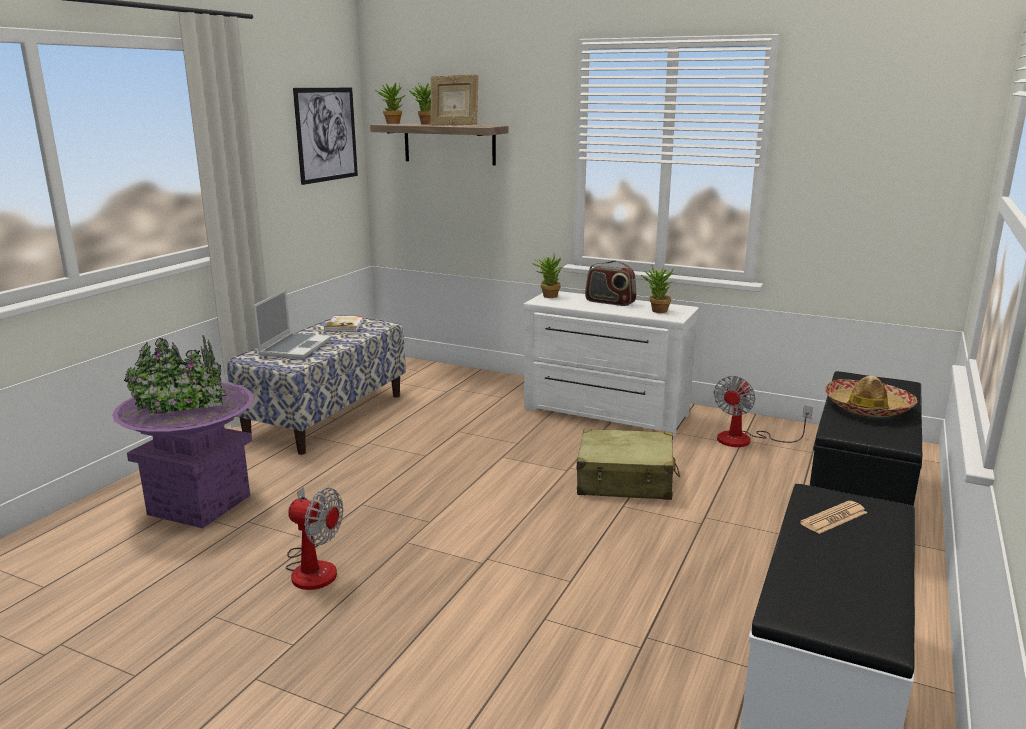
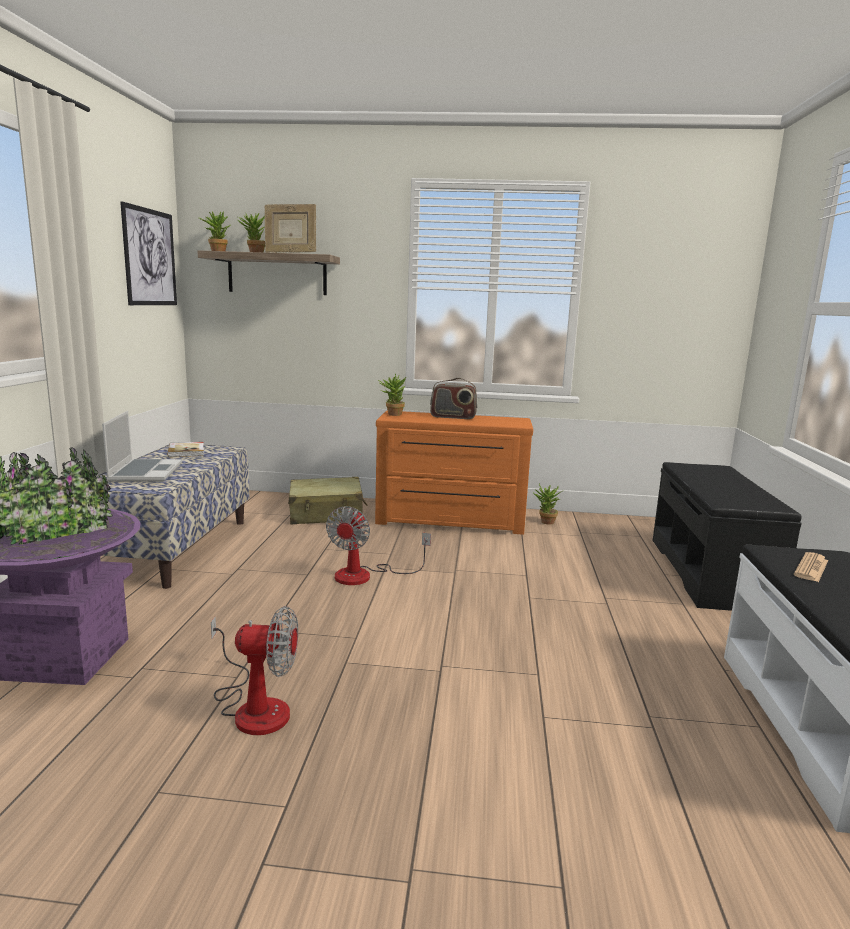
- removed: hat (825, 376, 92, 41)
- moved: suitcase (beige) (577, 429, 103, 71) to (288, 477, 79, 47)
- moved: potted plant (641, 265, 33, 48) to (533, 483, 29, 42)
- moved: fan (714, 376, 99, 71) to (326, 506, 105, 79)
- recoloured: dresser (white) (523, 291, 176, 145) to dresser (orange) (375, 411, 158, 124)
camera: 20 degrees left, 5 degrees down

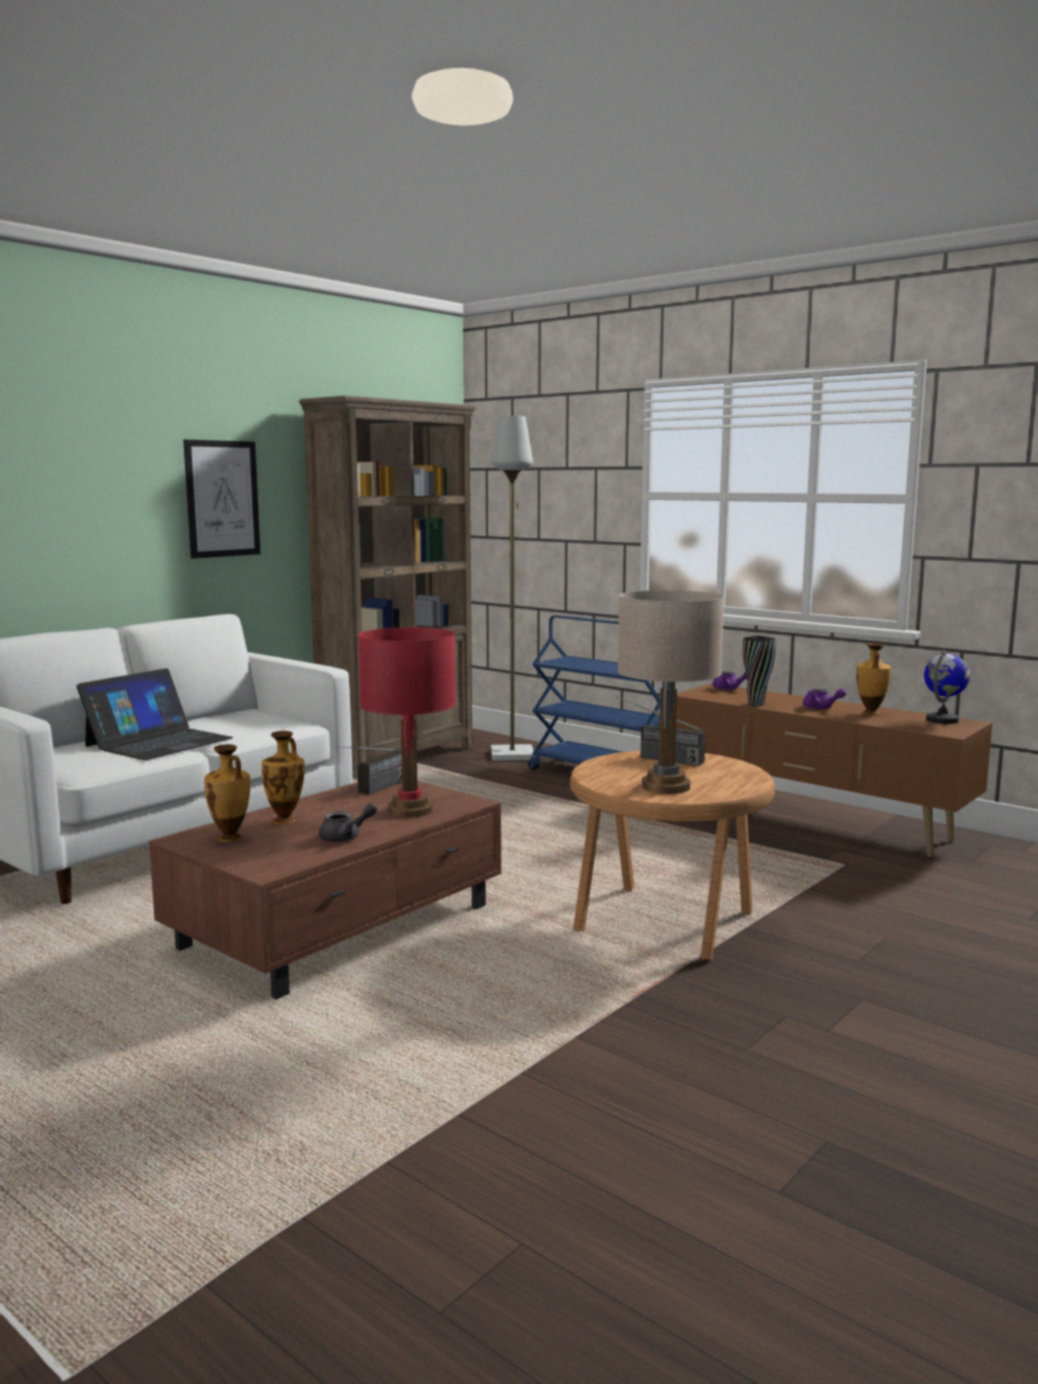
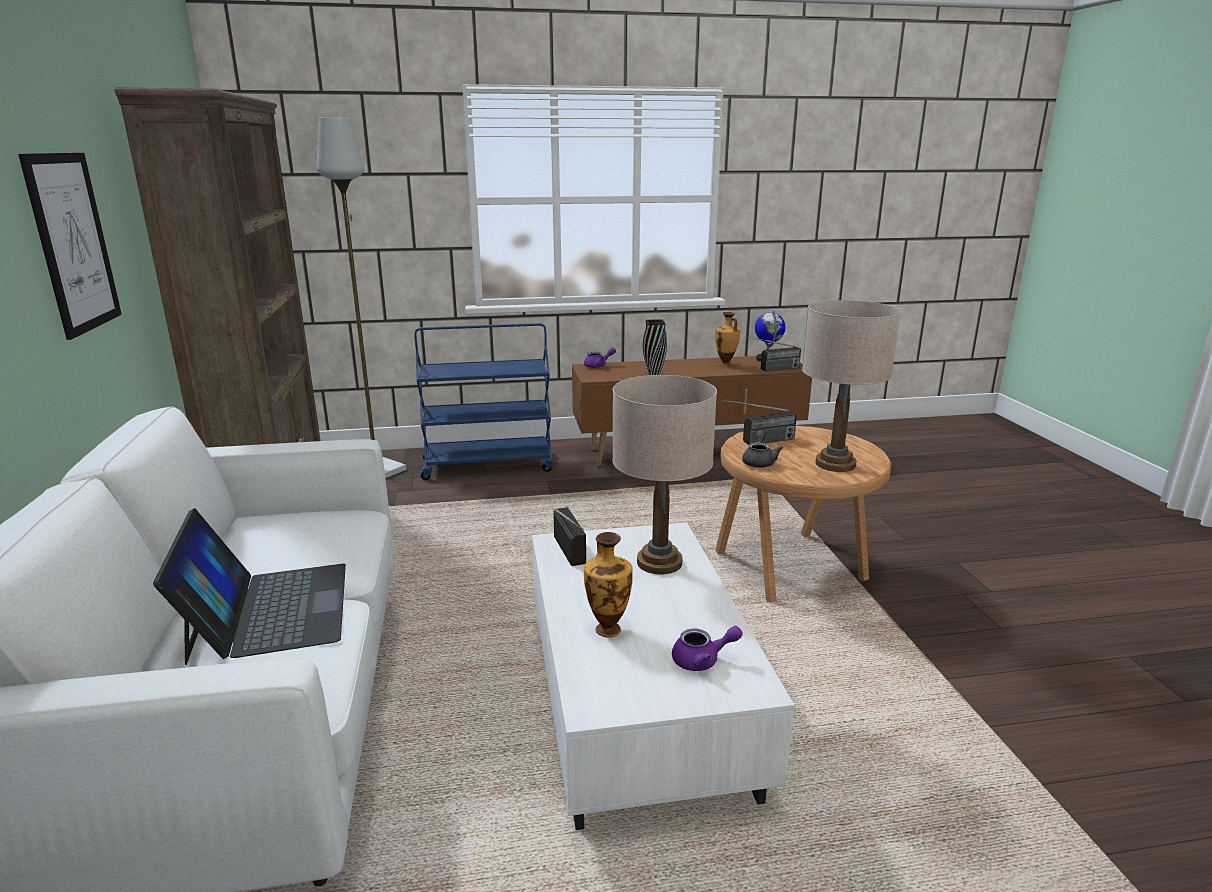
- removed: vase (204, 744, 46, 98)
- added: radio (744, 336, 57, 35)
- moved: teapot (grey) (319, 803, 58, 39) to (742, 430, 41, 38)
- moved: teapot (purple) (803, 688, 43, 21) to (672, 626, 71, 45)
- recoloured: coffee table (brown) (149, 781, 352, 219) to coffee table (white) (532, 522, 263, 308)
- recoloured: table lamp (red) (358, 627, 98, 190) to table lamp (beige) (612, 375, 105, 199)
camera: 50 degrees left, 10 degrees up

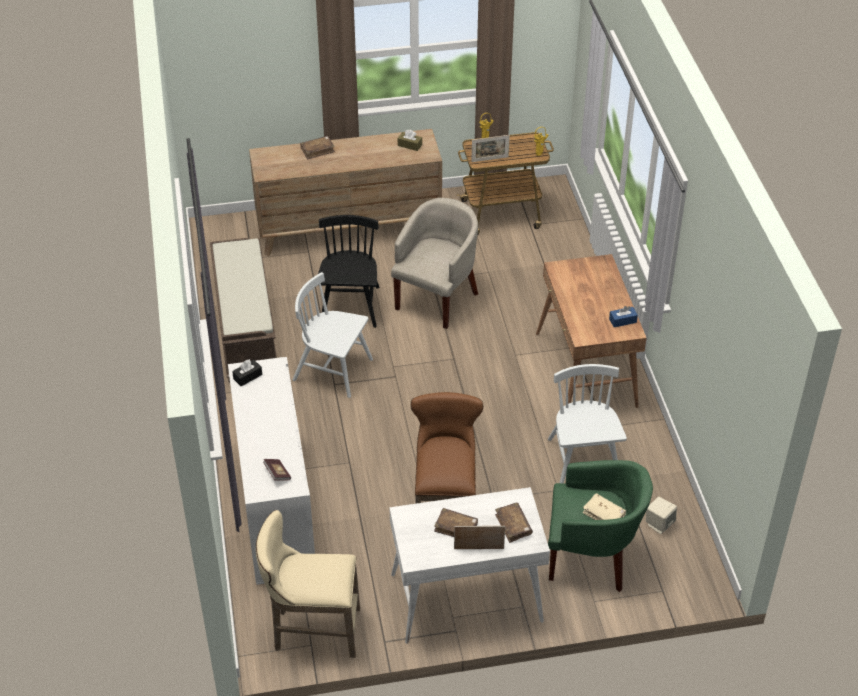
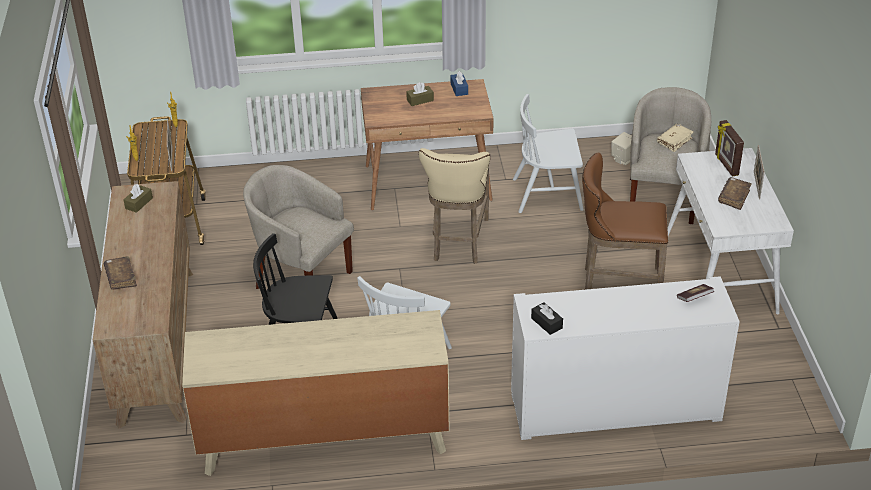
- added: tissue box (brown) (406, 82, 28, 24)
- moved: stool (beige) (256, 510, 104, 148) to (419, 148, 71, 116)
- replaced: bench (brown) (210, 238, 67, 144) to dresser (beige) (182, 310, 268, 166)
- replaced: book (brown) (495, 503, 38, 40) to picture frame (715, 120, 29, 57)
- recoloured: armchair (green) (548, 460, 105, 132) to armchair (beige) (630, 87, 81, 137)
camera: 85 degrees left, 5 degrees down

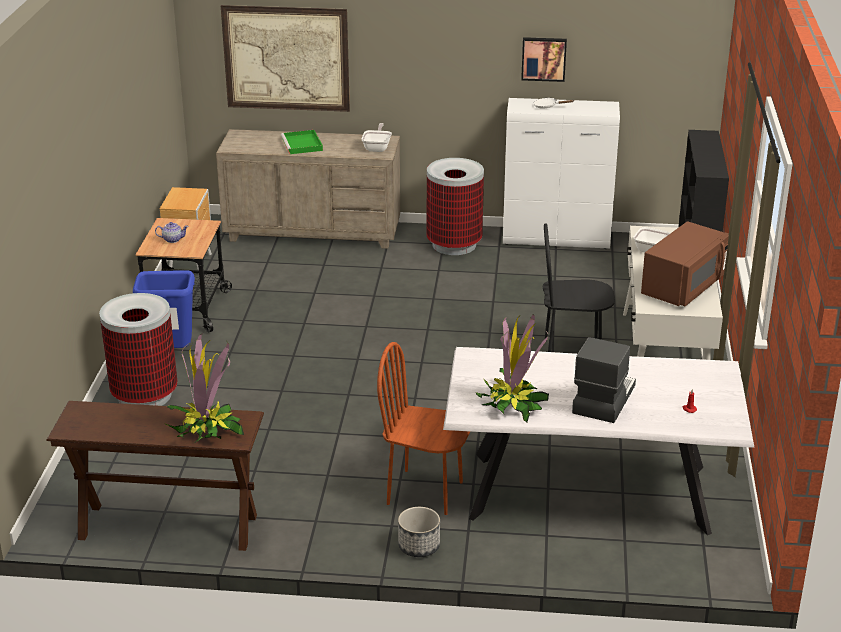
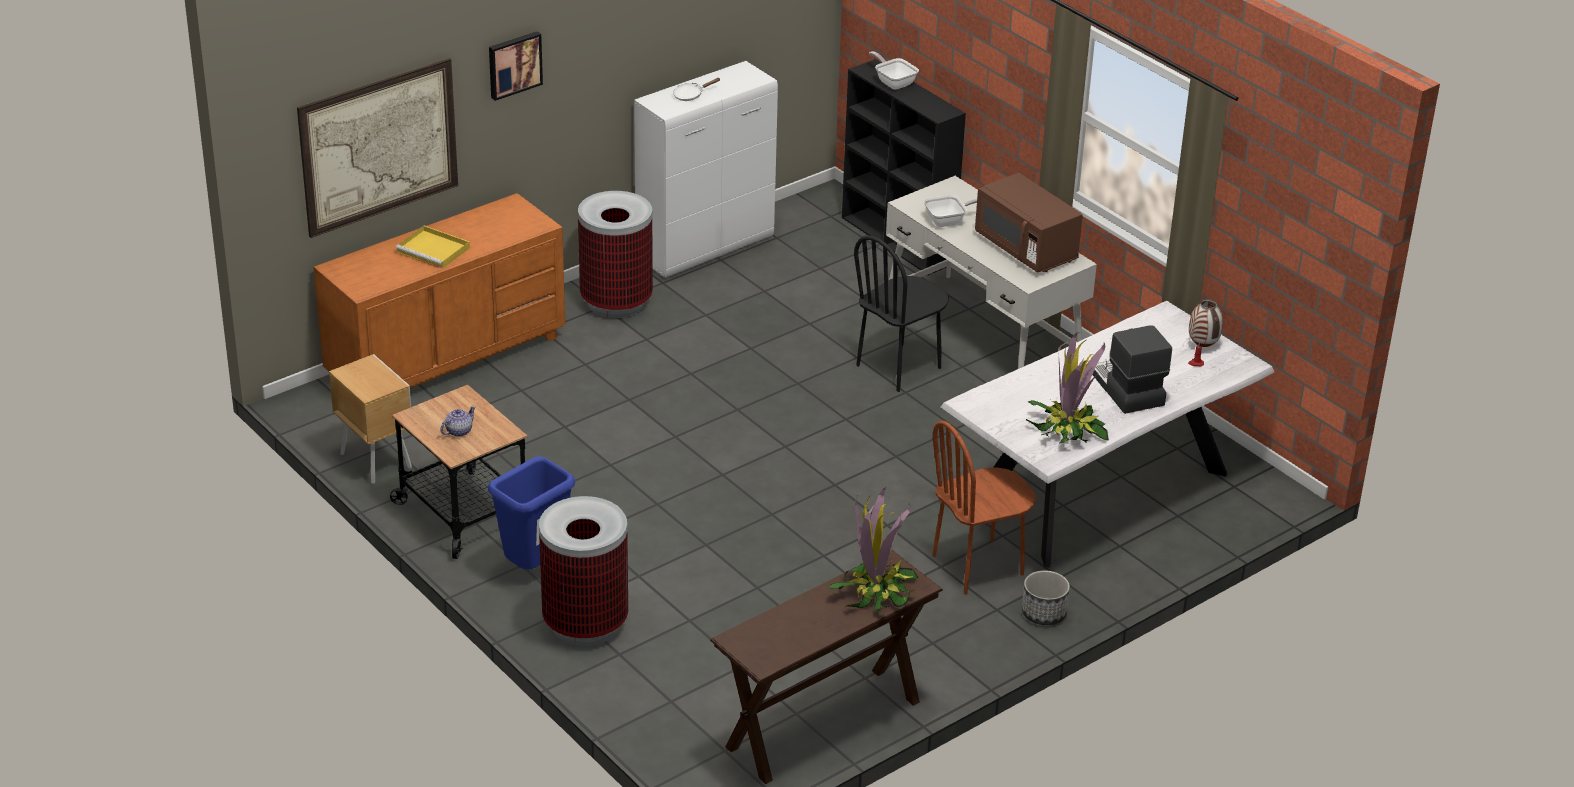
- added: vase (1189, 299, 34, 48)
- moved: frying pan (361, 123, 31, 29) to (869, 51, 50, 39)
- moved: picture (521, 37, 46, 45) to (489, 31, 54, 70)
- recoloured: dresser (beige) (216, 129, 184, 120) to dresser (orange) (313, 193, 252, 195)
- recoloured: tray (green) (281, 130, 42, 24) to tray (yellow) (396, 225, 74, 44)
- turned: microwave (brown) (641, 221, 88, 85) = (975, 173, 108, 100) 150 degrees clockwise
camera: 45 degrees left, 5 degrees up

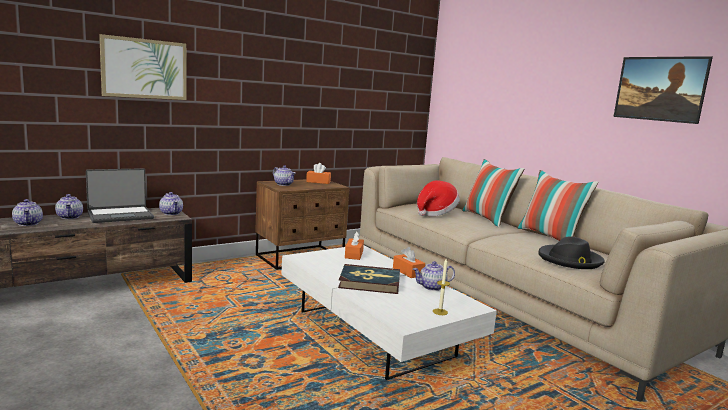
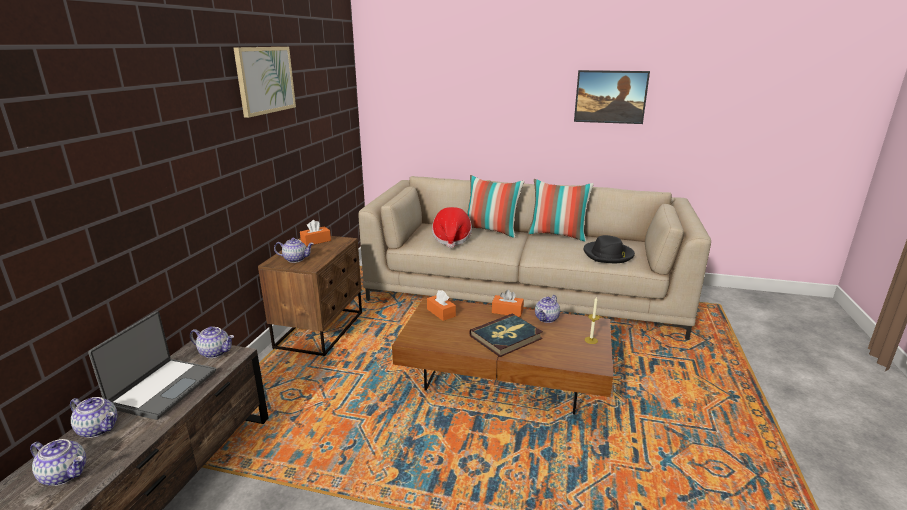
- moved: picture (99, 34, 88, 66) to (234, 47, 62, 71)
- recoloured: coffee table (white) (281, 246, 216, 134) to coffee table (brown) (392, 297, 221, 117)
camera: 40 degrees left, 10 degrees up

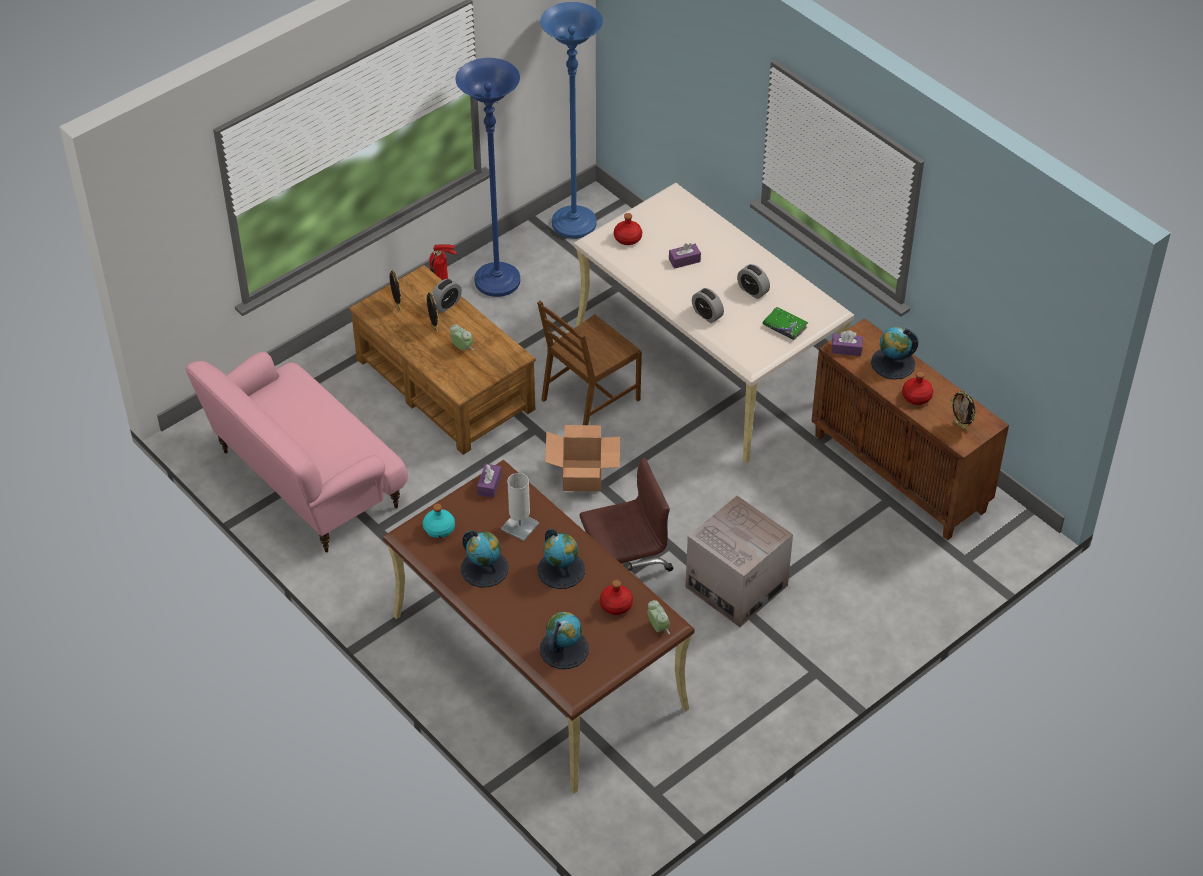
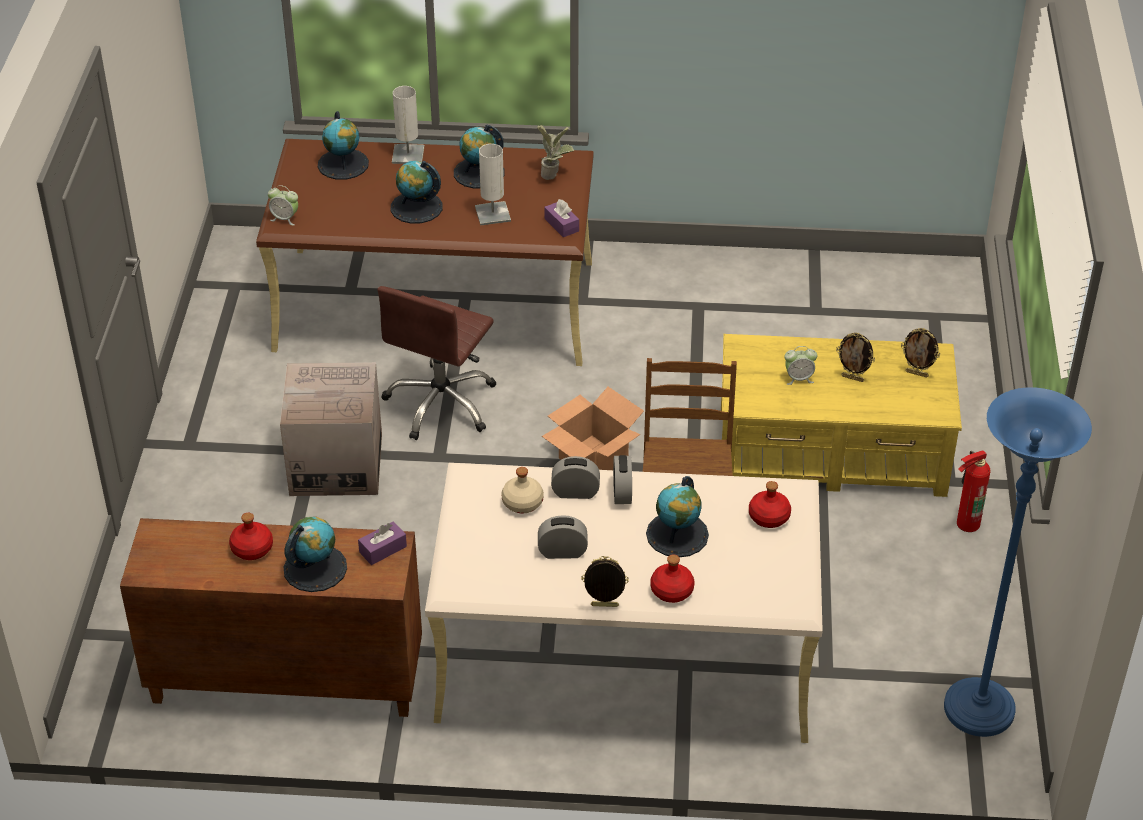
- removed: sofa (pink) (186, 352, 222, 200)
- removed: floor lamp (blue) (456, 58, 64, 239)
- removed: book (green) (762, 307, 46, 33)
- added: table lamp (white) (392, 86, 32, 78)
- added: bottle (beige) (501, 467, 43, 46)
- moved: alarm clock (432, 279, 30, 34) to (613, 455, 19, 49)
- moved: bottle (red) (600, 580, 33, 35) to (650, 554, 44, 49)
- moved: picture frame (950, 391, 26, 41) to (581, 556, 48, 51)
- replaced: bottle (turquoise) (423, 504, 32, 34) to potted plant (537, 125, 37, 55)
- replaced: tissue box (purple) (669, 243, 32, 26) to globe (646, 476, 63, 81)
- recoloured: coffee table (brown) (349, 265, 187, 190) to coffee table (yellow) (721, 334, 241, 163)
camera: 135 degrees right, 5 degrees down

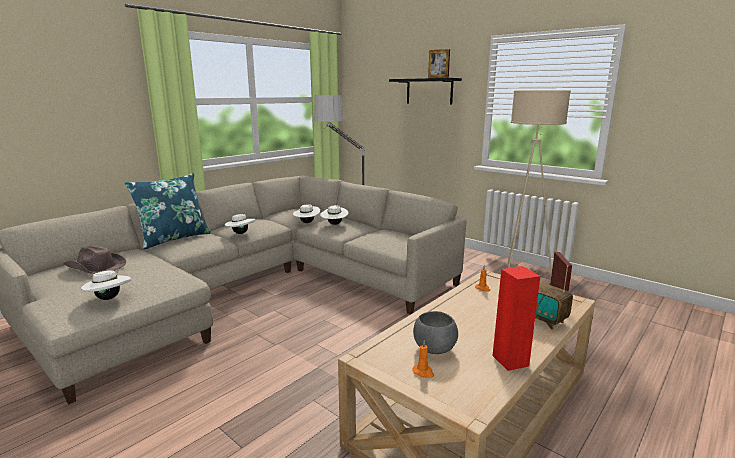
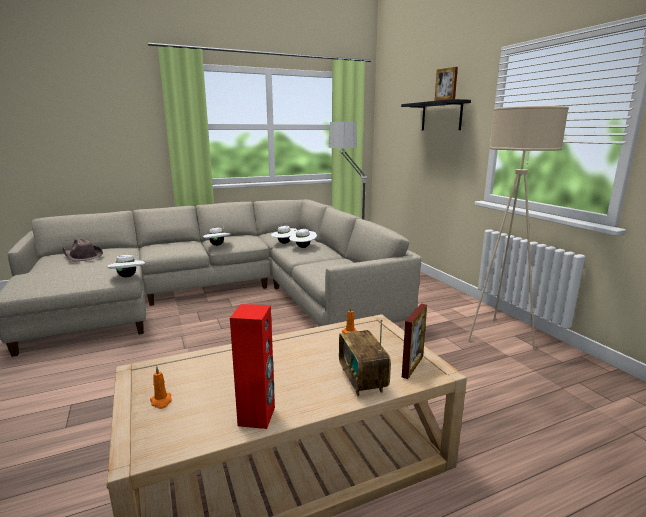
- removed: pillow (blue) (125, 173, 86, 77)
- removed: bowl (grey) (413, 311, 45, 43)
- moved: hat (white) (81, 267, 50, 33) to (107, 255, 38, 22)
camera: 25 degrees right, 0 degrees up

